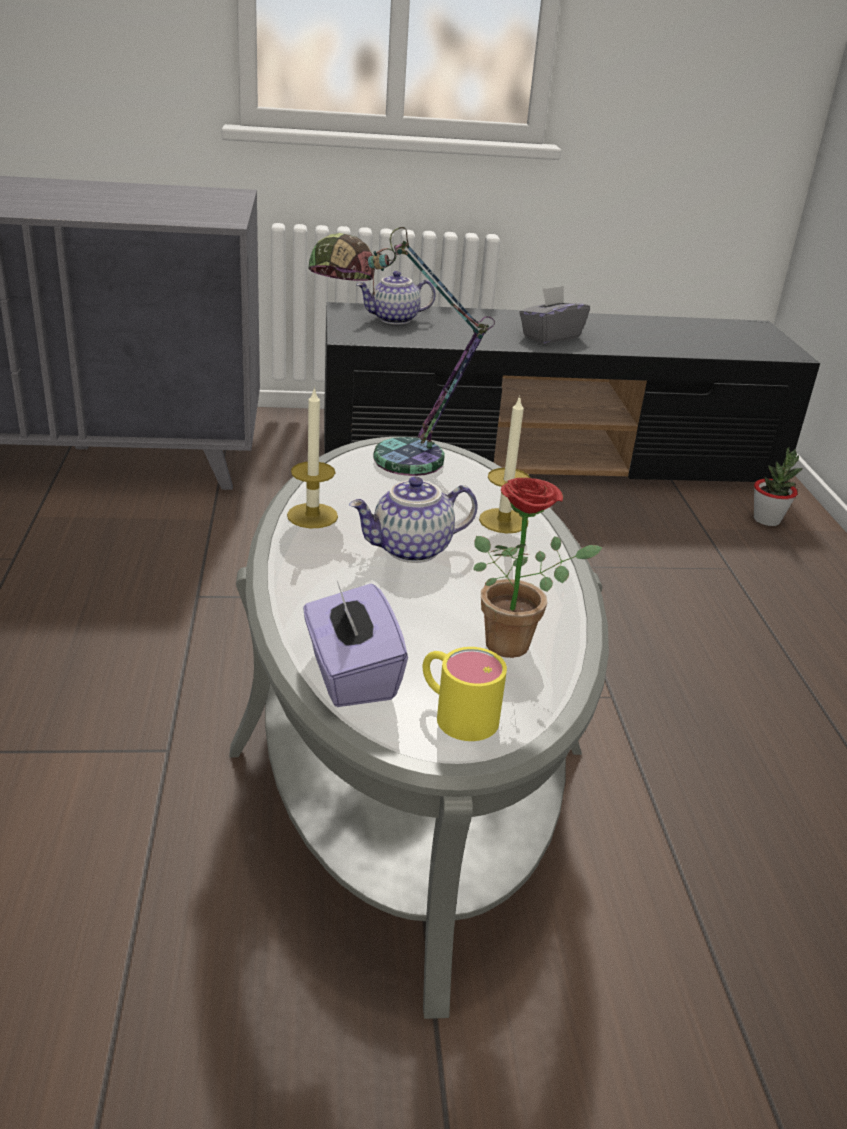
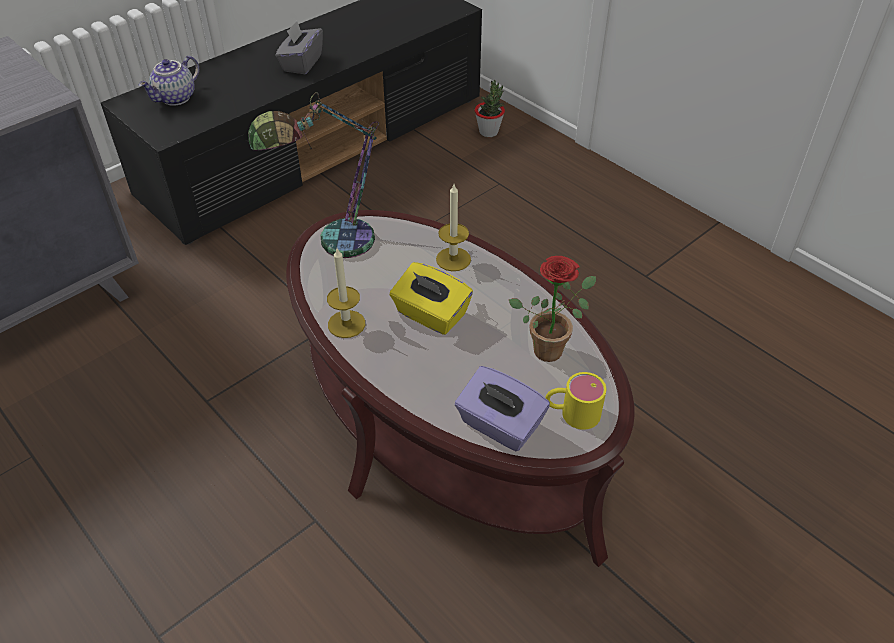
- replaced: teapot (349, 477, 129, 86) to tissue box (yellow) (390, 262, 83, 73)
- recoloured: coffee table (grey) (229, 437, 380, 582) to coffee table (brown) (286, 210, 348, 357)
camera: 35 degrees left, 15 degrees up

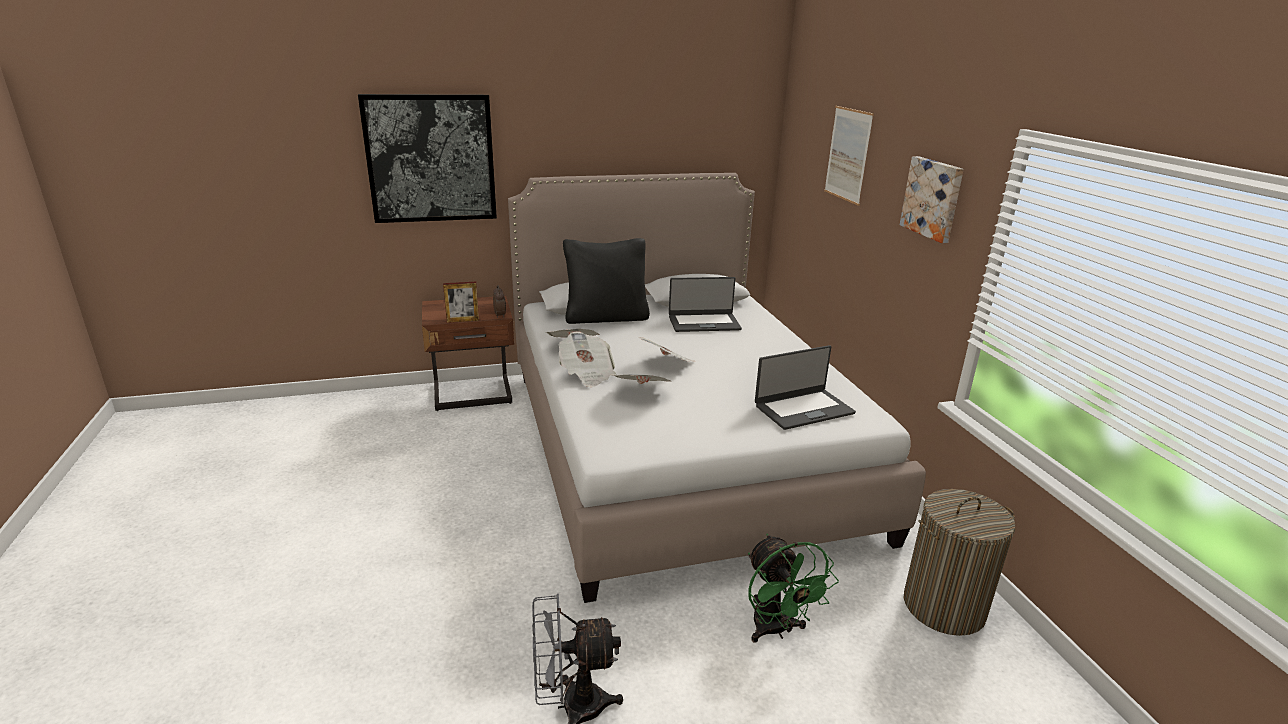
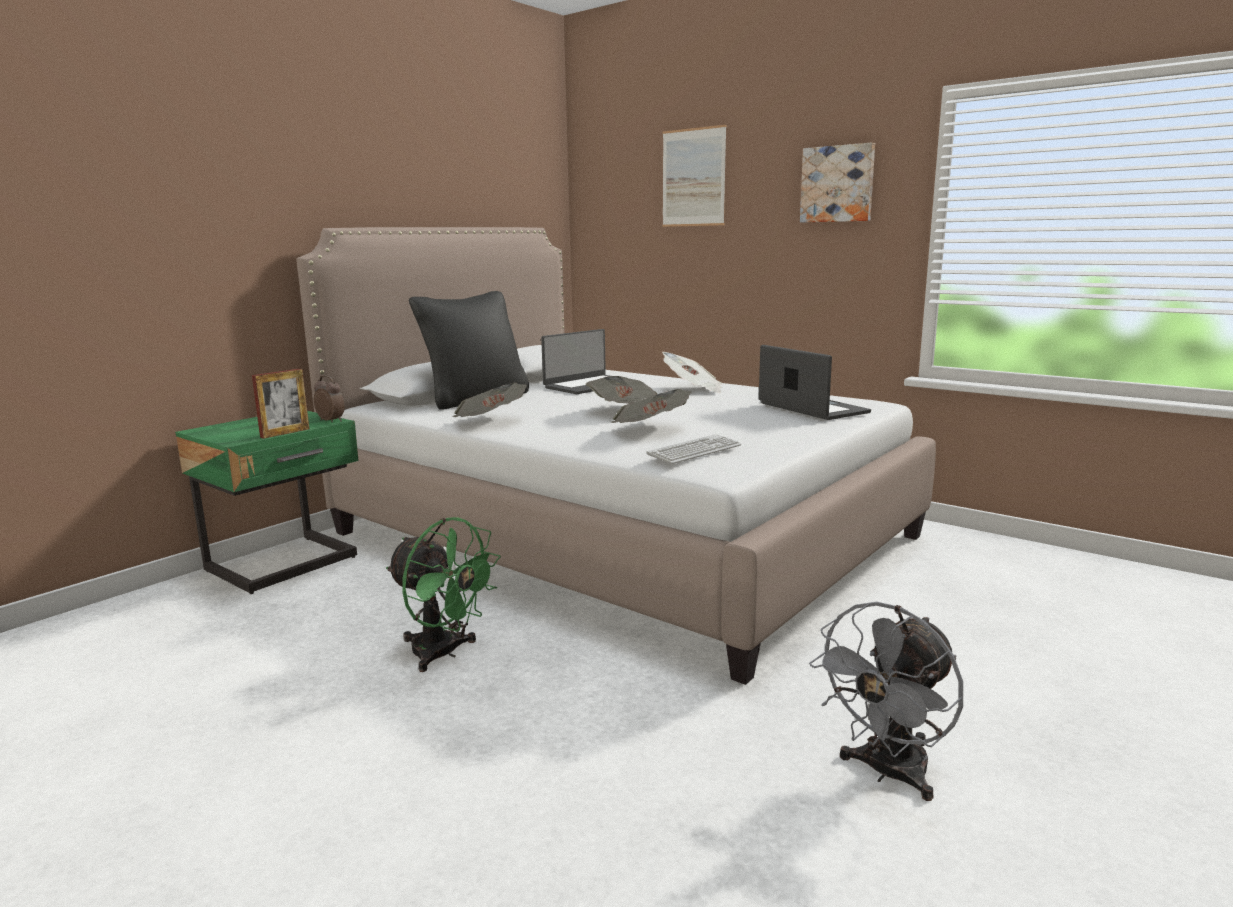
- removed: picture (358, 94, 139, 129)
- removed: laundry basket (904, 489, 112, 147)
- added: keyboard (647, 434, 94, 30)
- moved: newspaper (559, 332, 57, 55) to (662, 352, 60, 41)
- moved: fan (green) (748, 534, 91, 109) to (386, 517, 115, 155)
- recoloured: nightstand (brown) (422, 296, 92, 115) to nightstand (green) (175, 411, 184, 183)
- turned: laptop (755, 345, 101, 85) = (759, 345, 112, 75) 60 degrees counterclockwise
camera: 35 degrees left, 10 degrees down

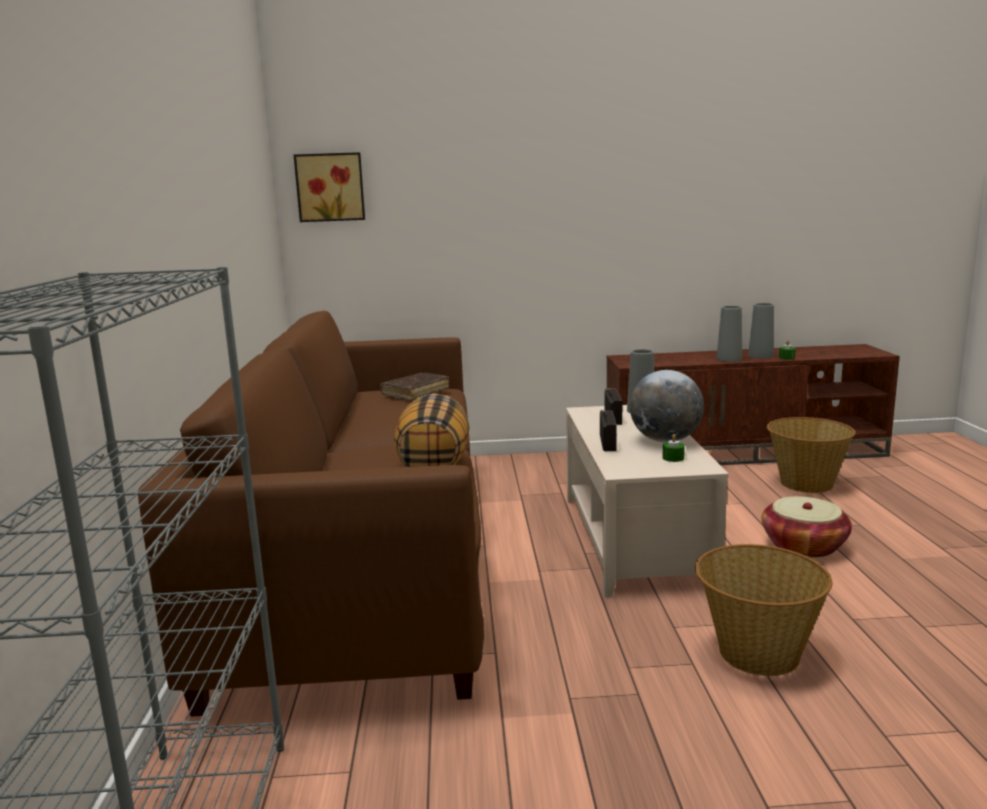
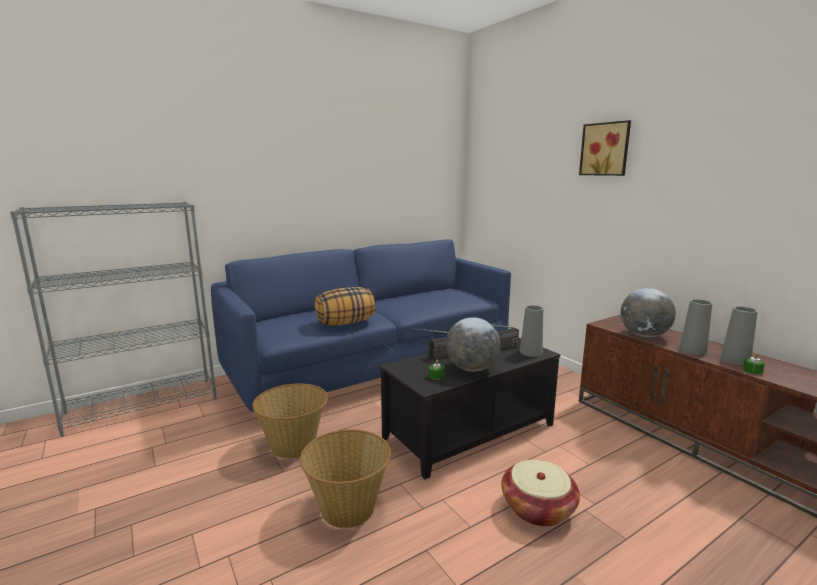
- removed: book (brown) (380, 373, 69, 28)
- added: globe (621, 288, 55, 49)
- moved: picture (294, 152, 71, 70) to (579, 120, 52, 56)
- moved: basket (767, 417, 89, 76) to (252, 383, 76, 76)
- recoloured: sofa (brown) (138, 311, 346, 406) to sofa (blue) (211, 239, 300, 173)
- recoloured: coffee table (beige) (566, 405, 163, 193) to coffee table (black) (379, 337, 181, 143)
camera: 60 degrees right, 0 degrees up

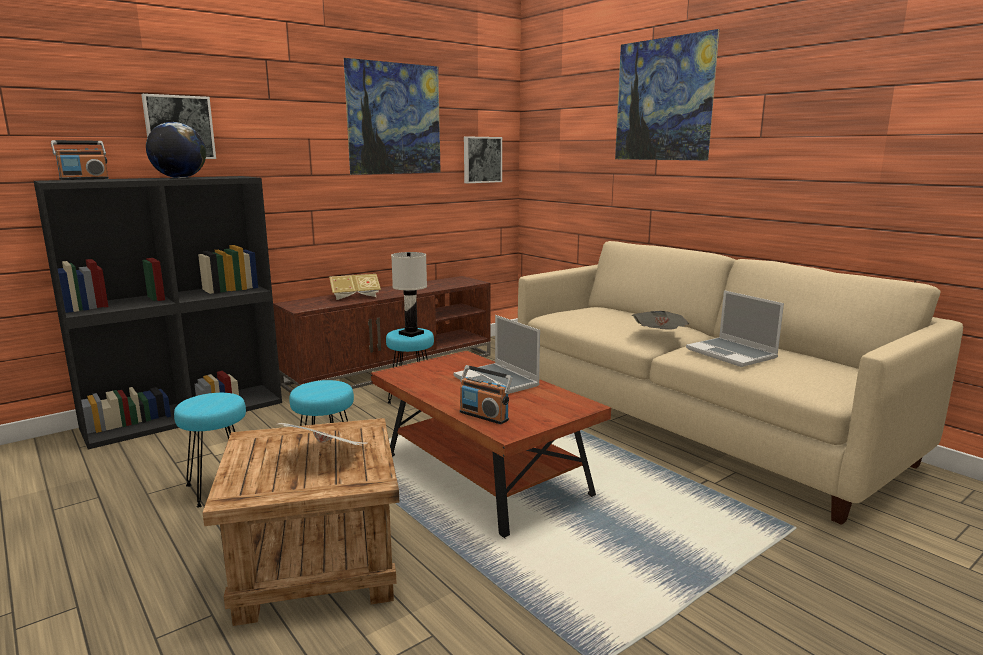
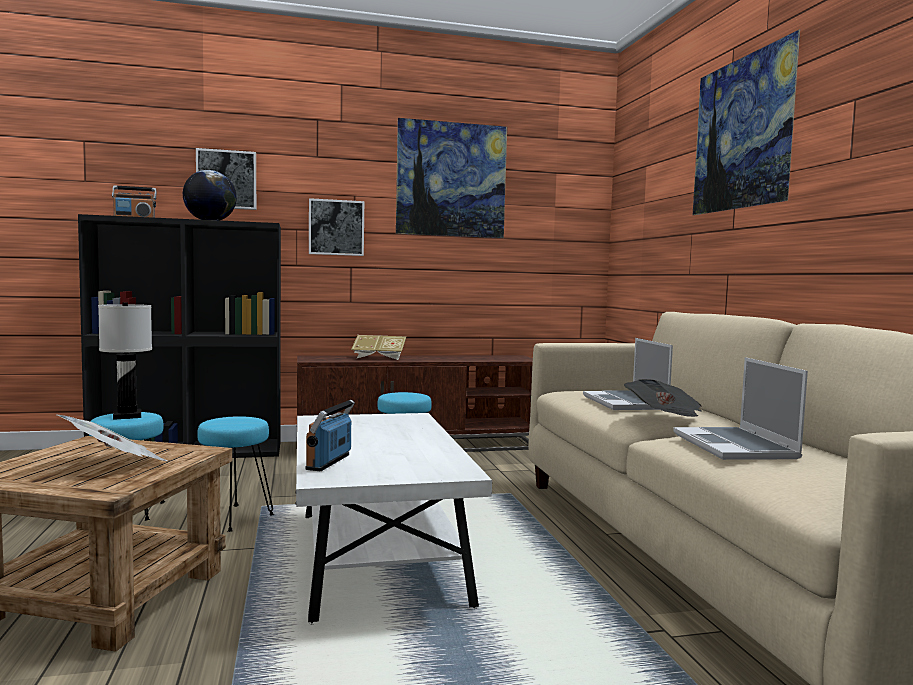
- moved: table lamp (white) (391, 252, 36, 85) to (98, 302, 54, 118)
- moved: laptop (454, 315, 86, 79) to (583, 338, 90, 72)
- moved: picture (464, 137, 38, 46) to (309, 198, 55, 58)
- recoloured: coffee table (brown) (371, 351, 240, 188) to coffee table (white) (295, 413, 197, 211)
- turned: radio (460, 365, 53, 59) = (305, 400, 50, 71) 45 degrees clockwise
camera: 25 degrees right, 10 degrees down

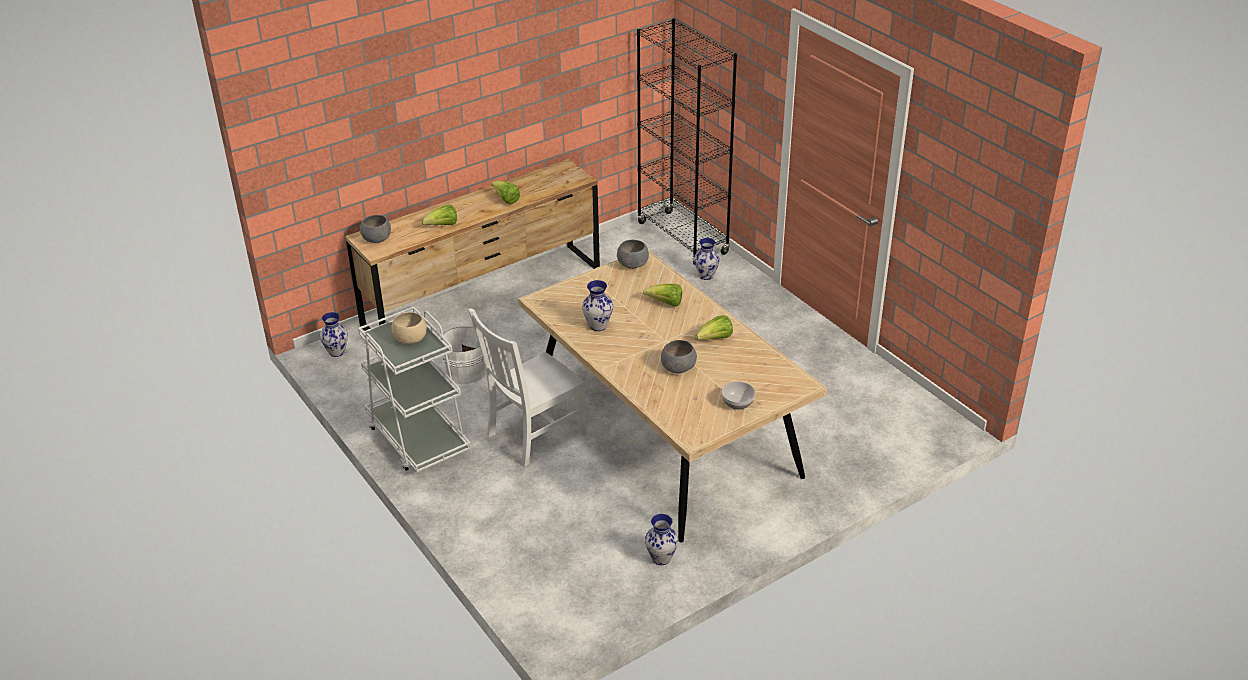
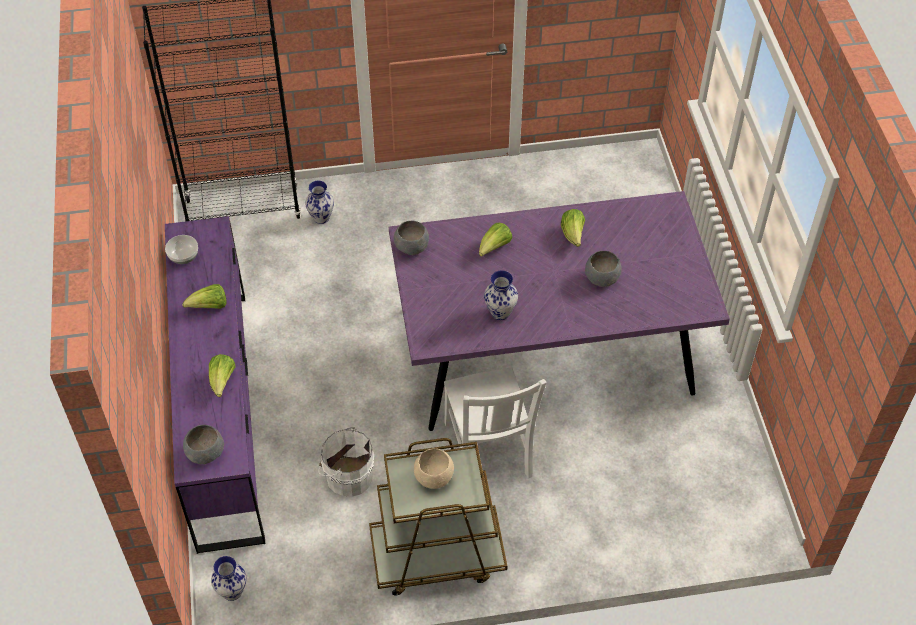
- removed: vase (645, 514, 33, 51)
- moved: bowl (722, 381, 33, 29) to (165, 235, 33, 29)
- recoloured: dresser (brown) (345, 159, 255, 172) to dresser (purple) (165, 216, 100, 338)
- recoloured: cart (white) (358, 307, 113, 165) to cart (brown) (369, 438, 138, 157)
- recoloured: dining table (beige) (518, 250, 309, 292) to dining table (purple) (389, 191, 341, 240)
camera: 65 degrees left, 15 degrees up

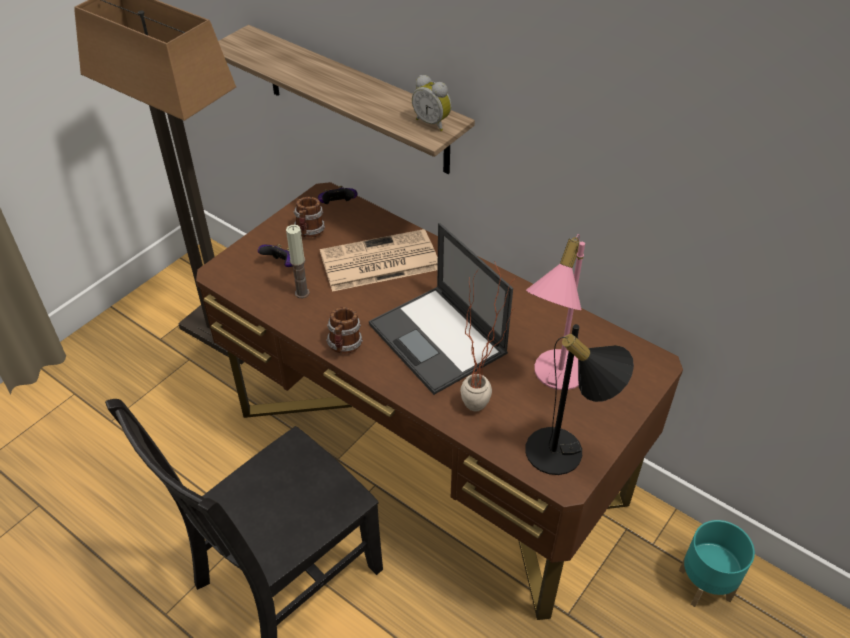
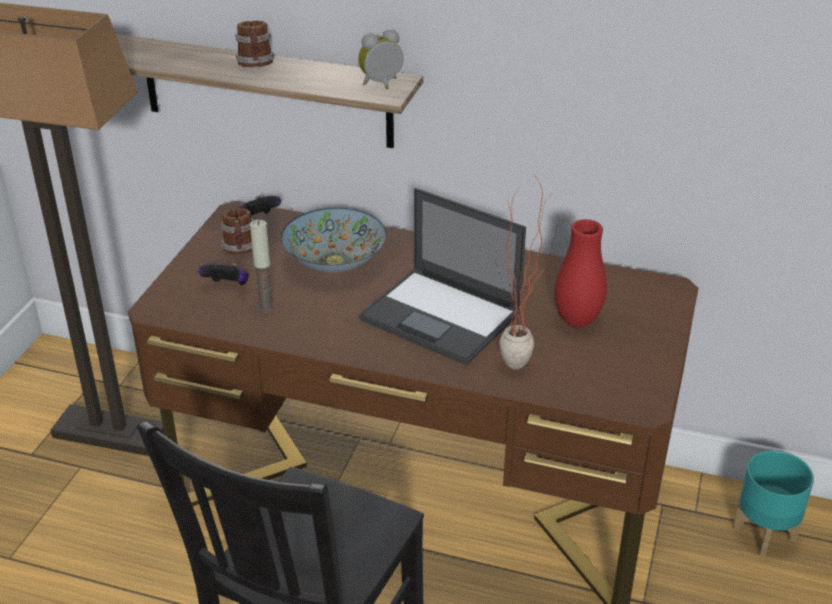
- removed: table lamp (black) (525, 324, 109, 151)
- moved: mug (326, 307, 37, 46) to (235, 21, 40, 46)
- replaced: newspaper (320, 229, 118, 63) to bowl (281, 208, 105, 64)
- replaced: table lamp (pink) (526, 234, 59, 156) to vase (red) (554, 219, 53, 108)
- turned: alarm clock (412, 75, 40, 56) = (358, 29, 45, 60) 135 degrees clockwise
camera: 20 degrees left, 10 degrees down

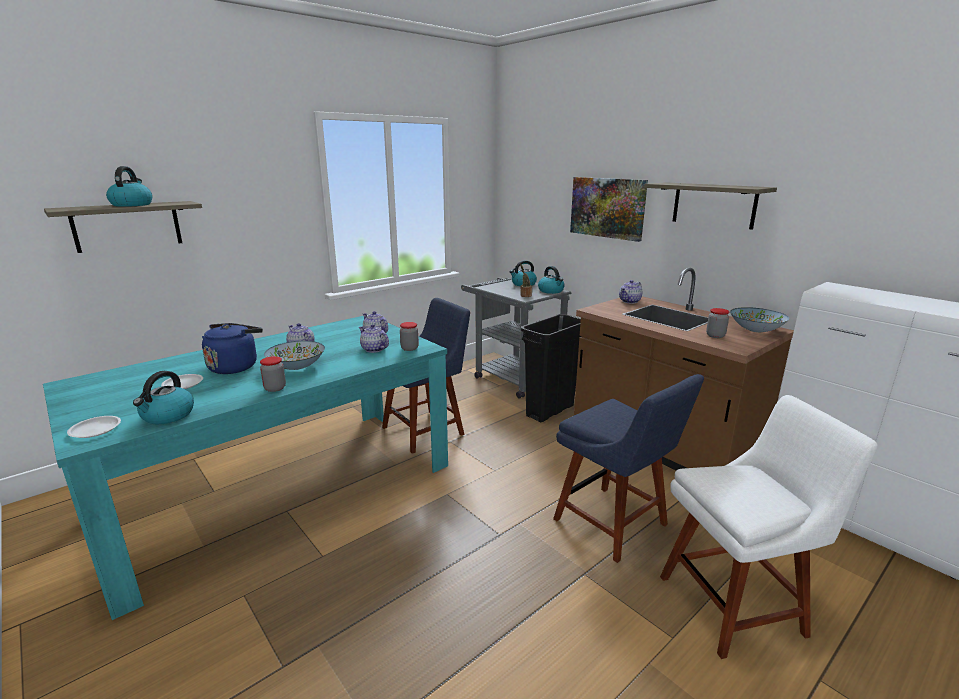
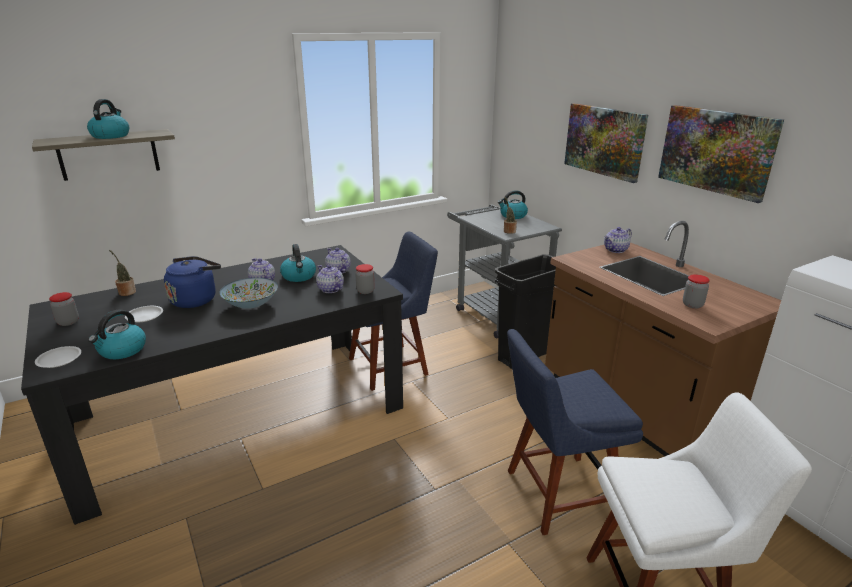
- removed: bowl (730, 307, 59, 25)
- added: potted plant (109, 250, 27, 46)
- moved: jar (260, 356, 26, 36) to (49, 292, 30, 34)
- moved: kettle (538, 266, 27, 28) to (280, 244, 36, 38)
- replaced: shelf (644, 182, 133, 48) to picture (658, 105, 126, 98)
- recoloured: dining table (turquoise) (43, 316, 405, 304) to dining table (black) (21, 245, 382, 280)
- turned: chair (blue) (553, 374, 151, 189) = (507, 329, 136, 206) 105 degrees clockwise
camera: 10 degrees right, 5 degrees up

